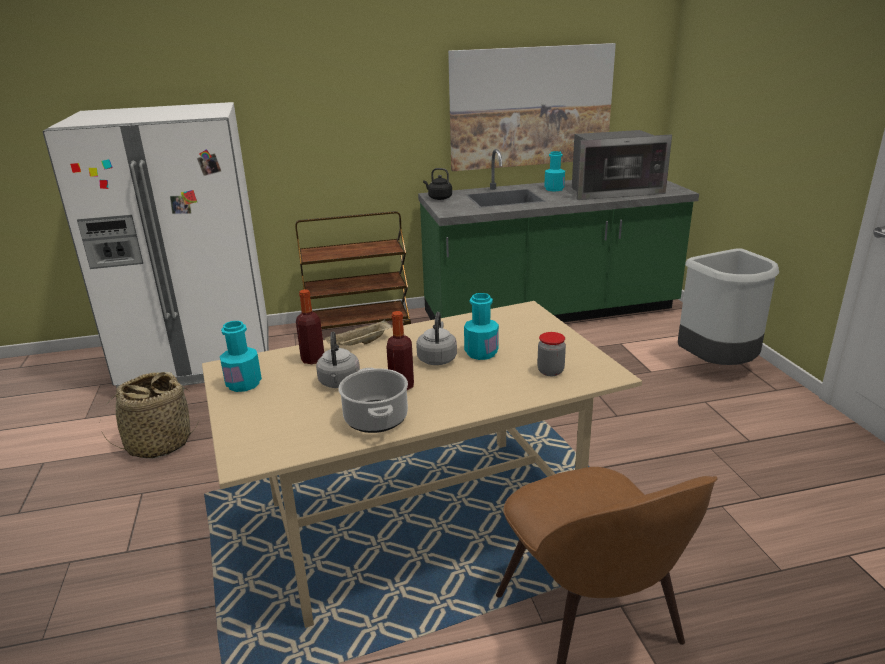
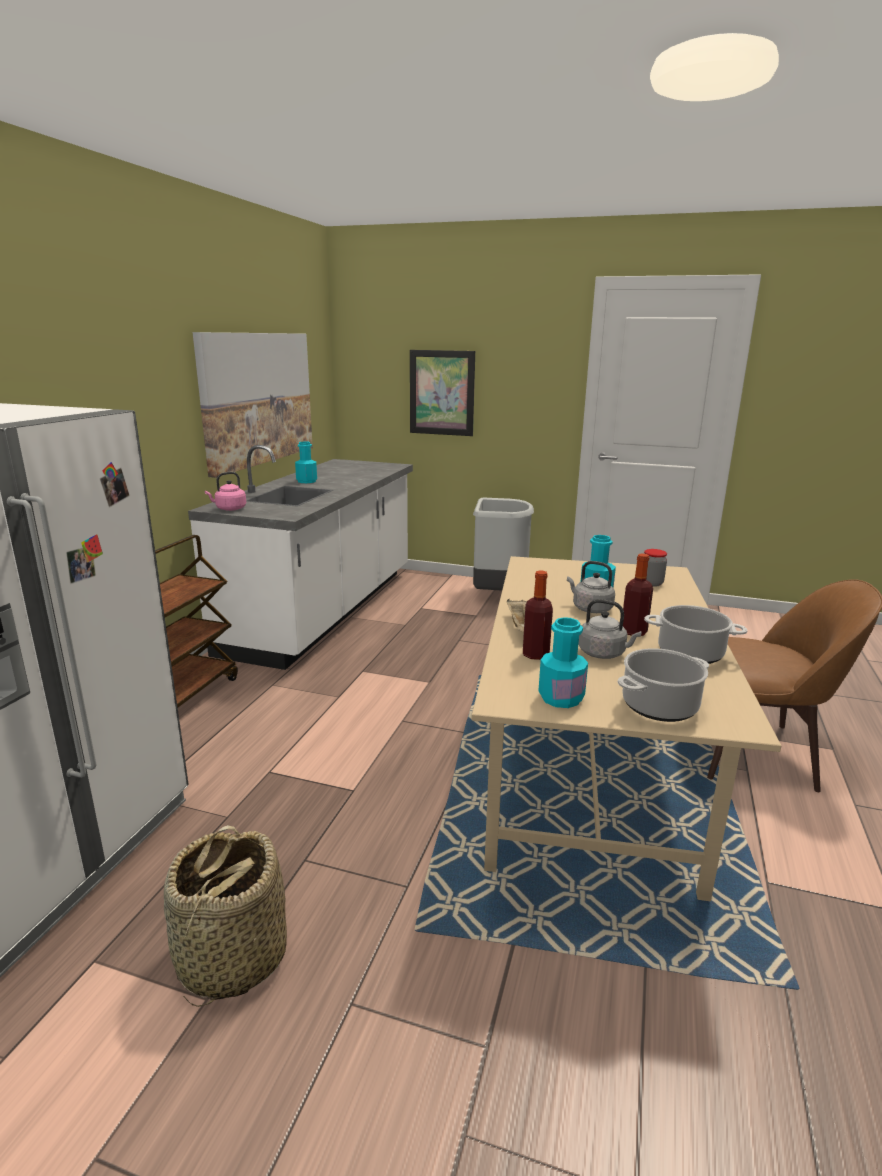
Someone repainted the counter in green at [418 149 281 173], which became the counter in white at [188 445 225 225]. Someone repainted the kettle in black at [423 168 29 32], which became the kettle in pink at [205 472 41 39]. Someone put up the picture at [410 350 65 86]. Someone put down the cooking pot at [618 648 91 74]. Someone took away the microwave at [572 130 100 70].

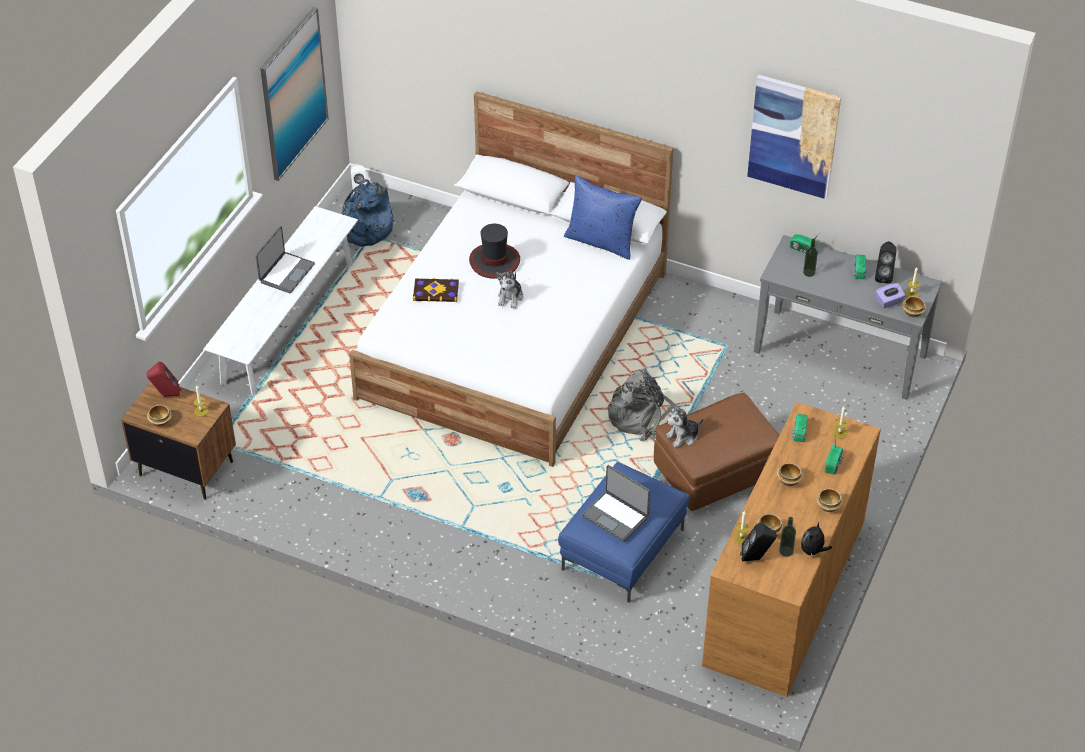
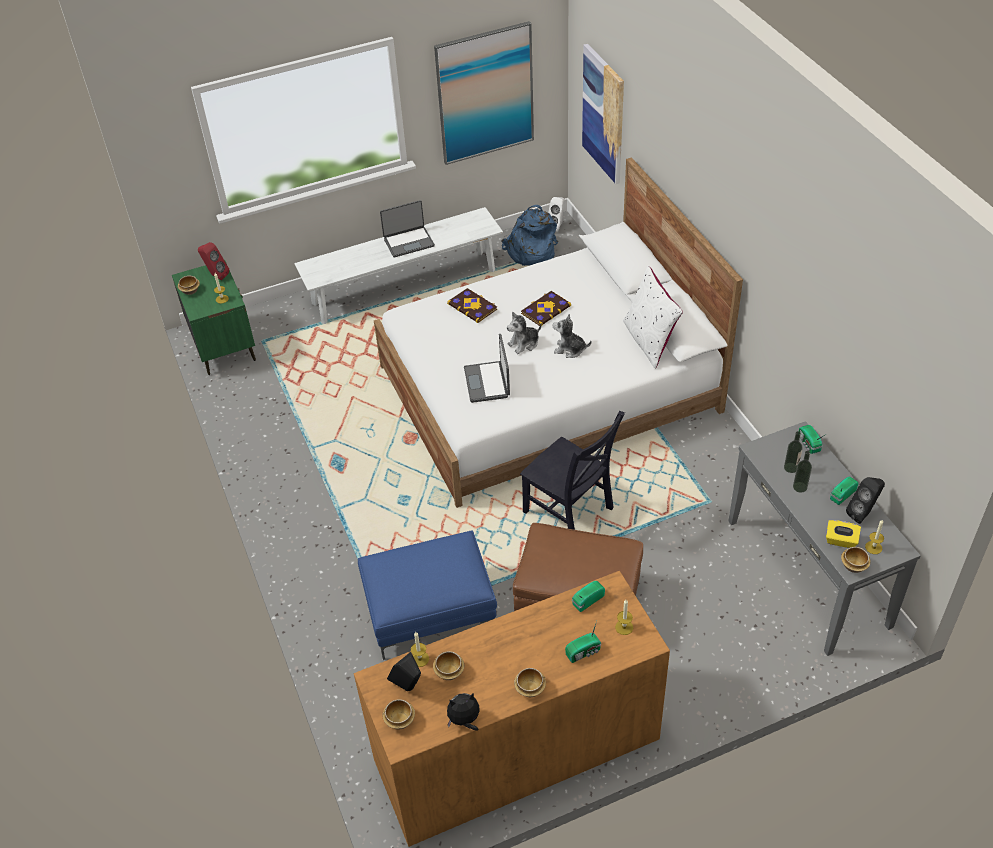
Someone repainted the nightstand in brown at [121 382 115 118], which became the nightstand in green at [172 260 84 115]. Someone carried the bowl from [777 463 26 23] to [382 699 33 31]. Someone carried the laptop from [582 465 68 77] to [464 334 46 69]. Someone swapped the backpack in grey at [608 370 71 71] for the chair in black at [520 411 105 119]. Someone swapped the hat at [469 224 51 55] for the book at [521 291 50 35]. Someone carried the plush toy from [666 404 38 44] to [553 314 38 44]. Someone carried the picture from [747 75 94 124] to [582 44 42 140]. Someone repainted the pillow in blue at [564 176 78 84], which became the pillow in white at [623 266 60 103]. Someone carried the bottle from [779 517 17 40] to [793 451 19 42]. Someone repainted the tissue box in purple at [875 283 31 25], which became the tissue box in yellow at [826 520 35 28].

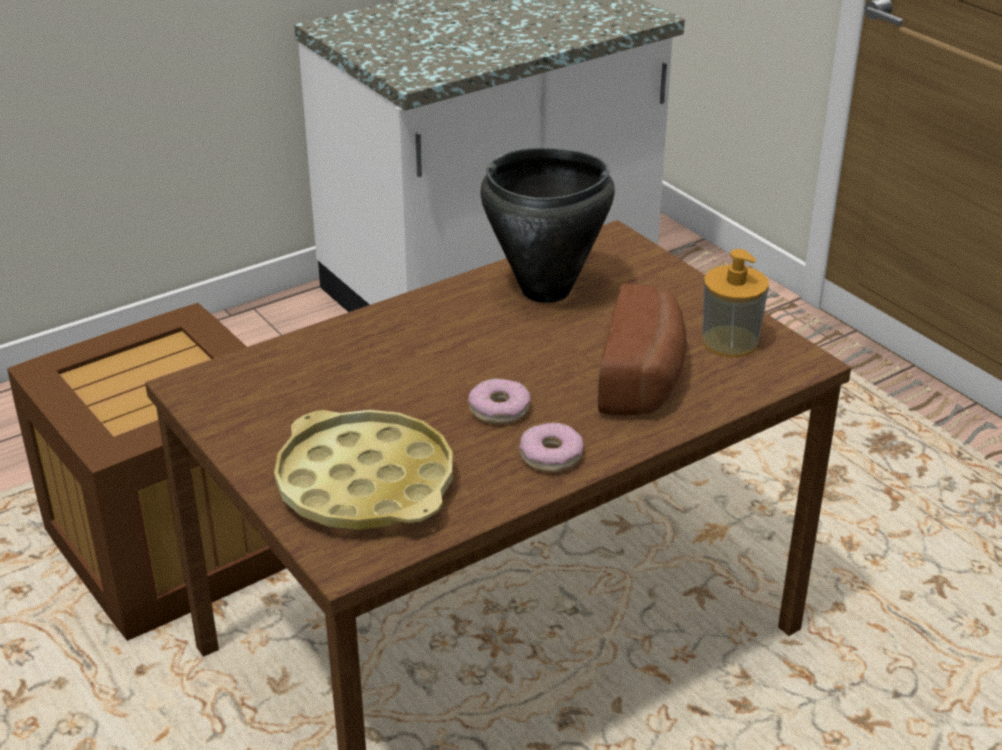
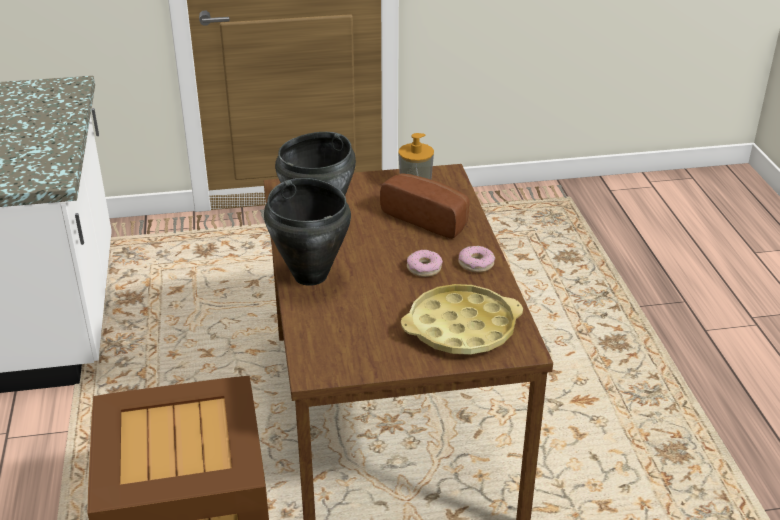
Someone put down the cooking pot in black at [264 178 87 108].

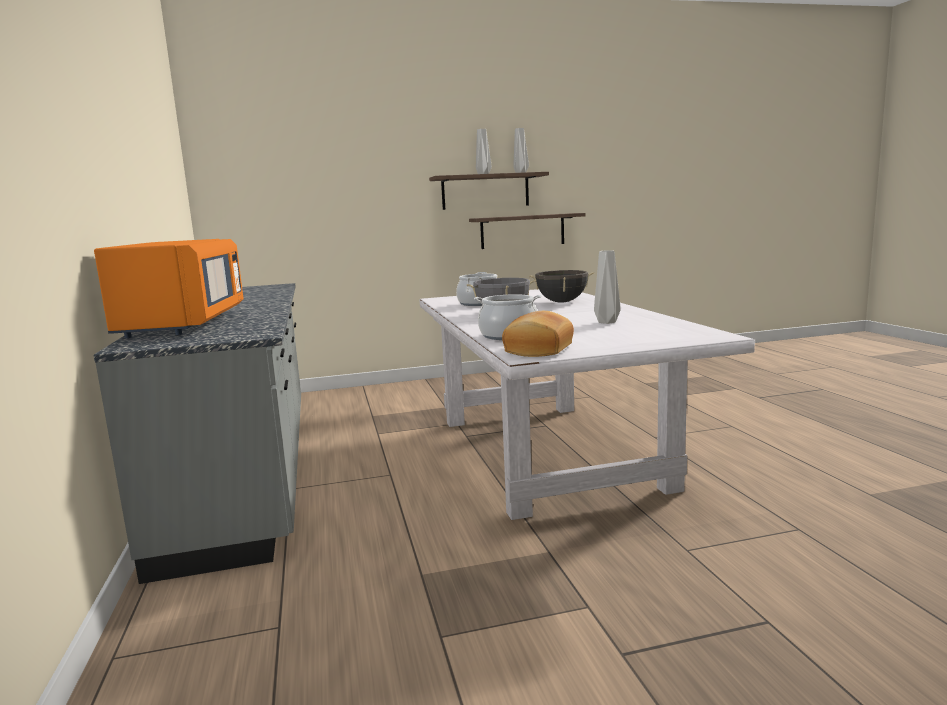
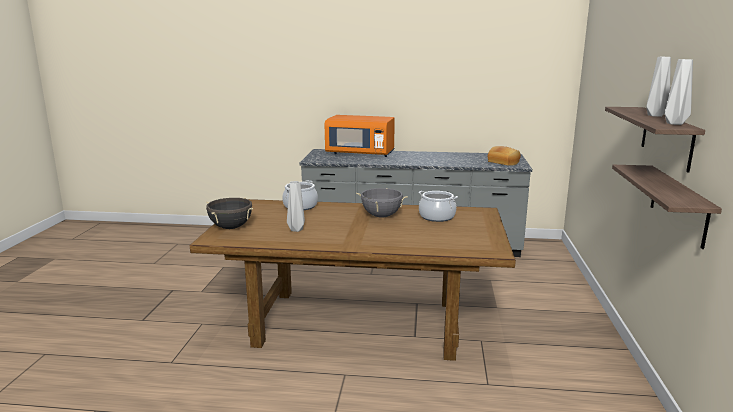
Someone repainted the dining table in white at [420 289 335 231], which became the dining table in brown at [190 199 326 162]. Someone carried the cooking pot in black from [529 270 65 33] to [206 198 47 31]. Someone carried the bread from [502 311 72 46] to [488 146 33 20].

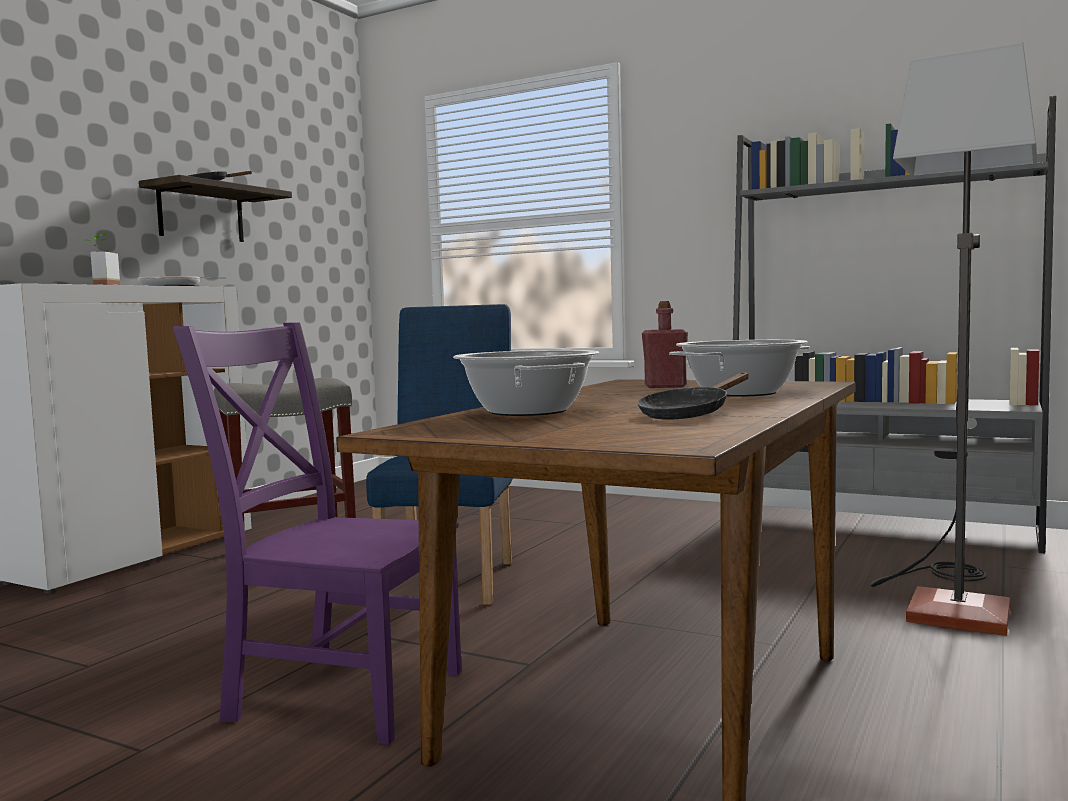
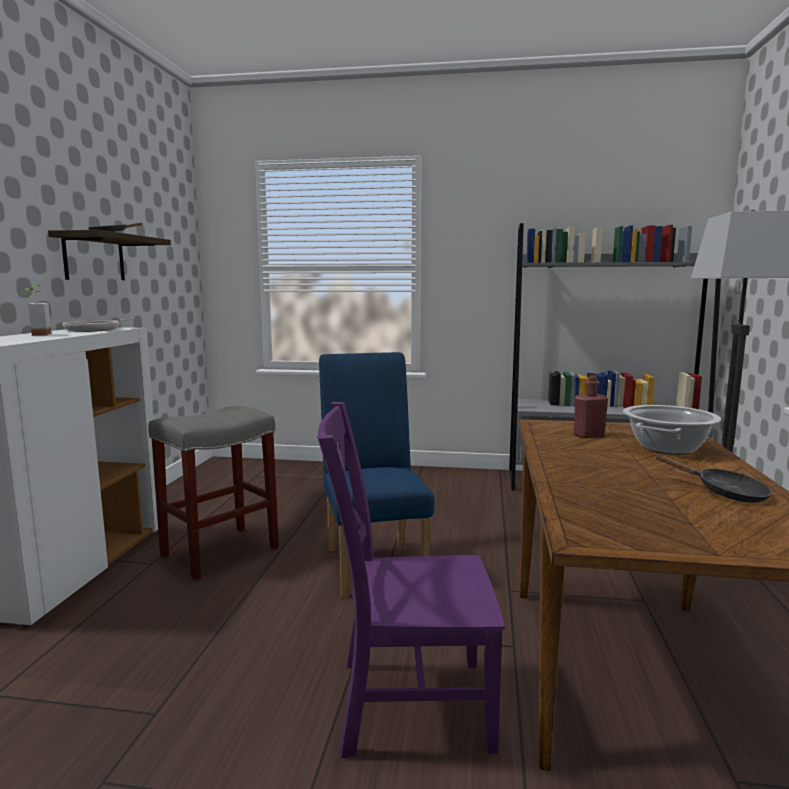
Someone rotated the frying pan in black at [637 373 112 47] by 75 degrees counterclockwise. Someone took away the cooking pot at [453 350 146 66].

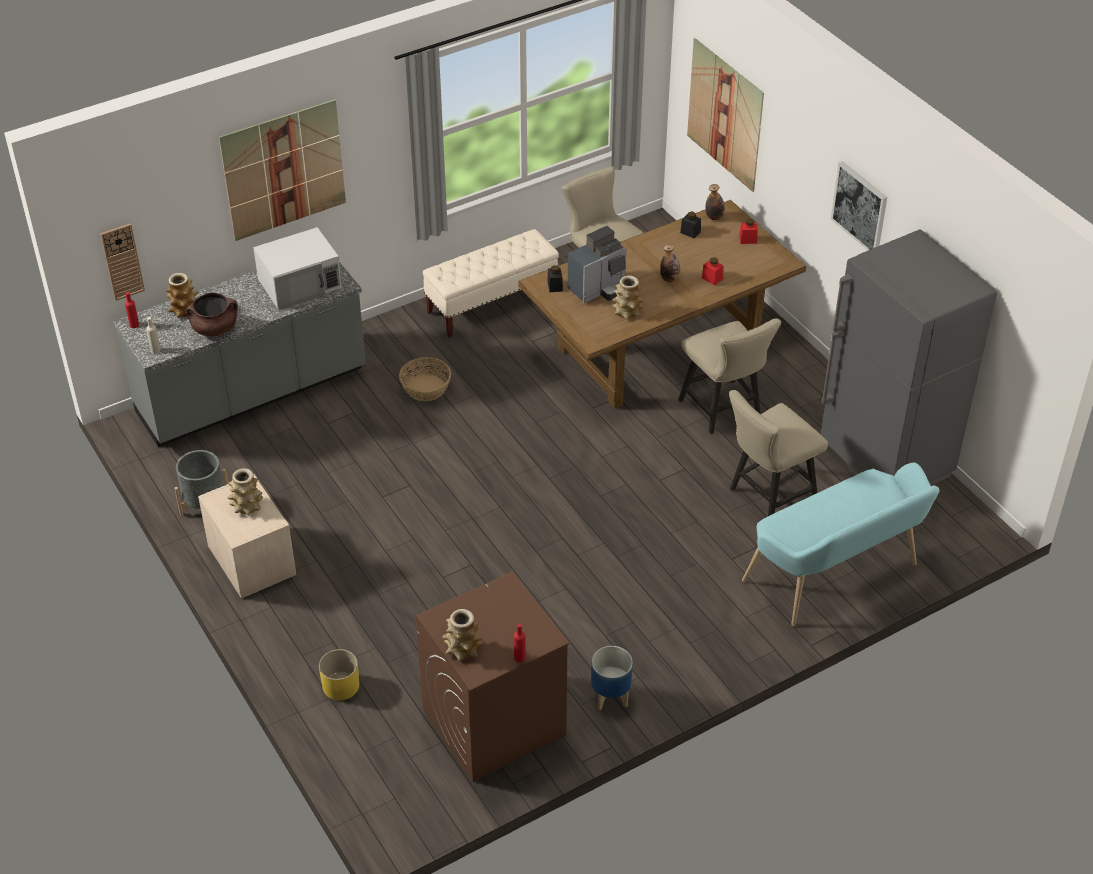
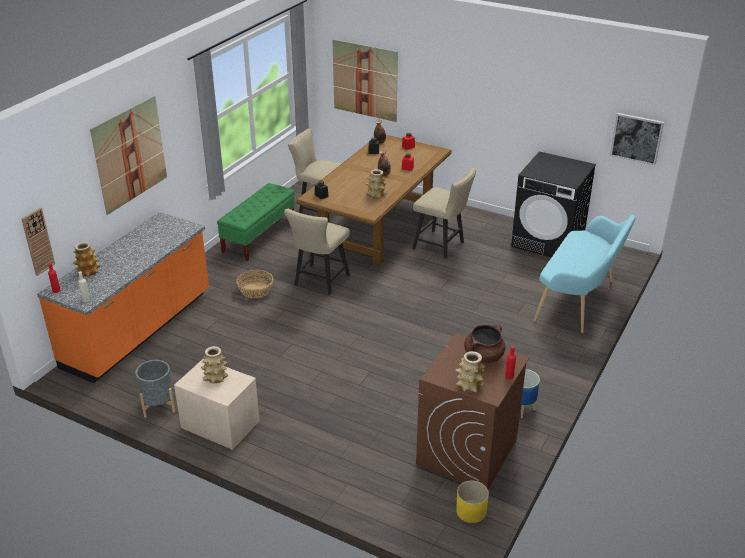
Someone repainted the counter in grey at [113 262 253 185], which became the counter in orange at [37 212 172 171]. Someone repainted the bench in beige at [423 229 136 109], which became the bench in green at [217 183 78 78]. Someone carried the chair in beige from [729 390 99 126] to [284 209 66 86]. Someone carried the planter in yellow from [319 649 40 51] to [456 481 33 42]. Someone carried the cooking pot in brown from [186 293 52 43] to [464 325 41 39]. Someone swapped the fridge in grey at [821 229 176 256] for the washing machine in black at [511 151 85 107]. Someone carried the picture from [831 161 56 89] to [610 113 54 53]. Someone took away the microwave in white at [253 227 89 83]. Someone took away the coffee machine at [568 226 59 77].

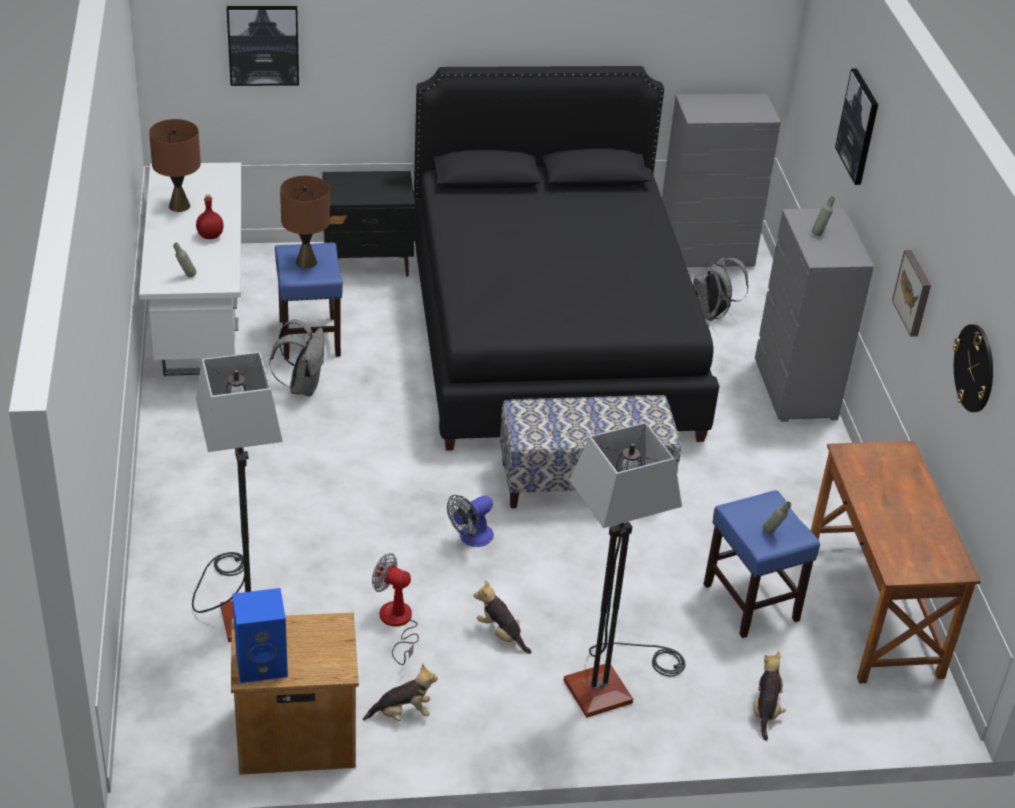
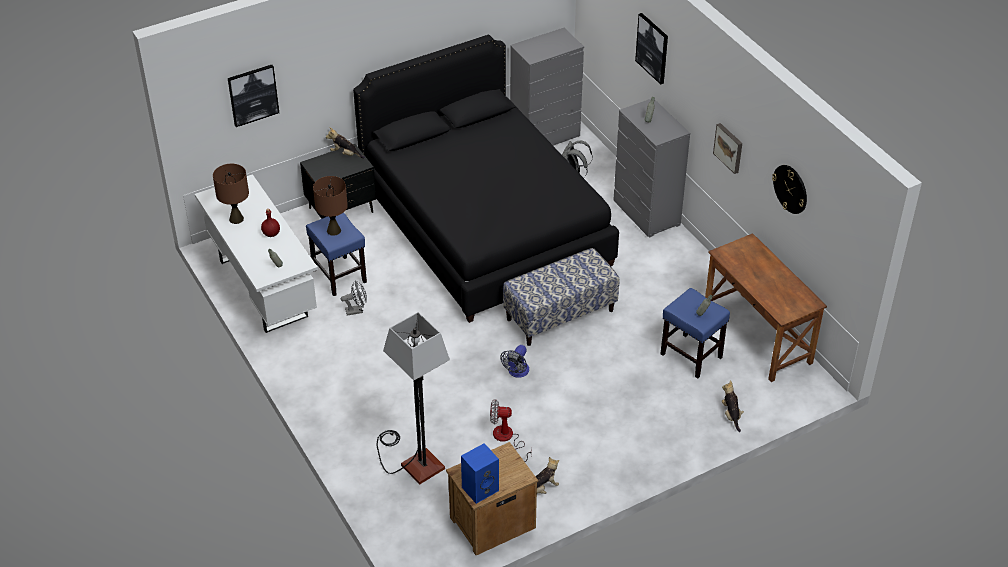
Someone carried the plush toy from [474 580 57 74] to [326 127 39 31]. Someone swapped the backpack in grey at [269 319 55 78] for the fan in grey at [341 281 26 34]. Someone took away the floor lamp at [564 422 121 296].

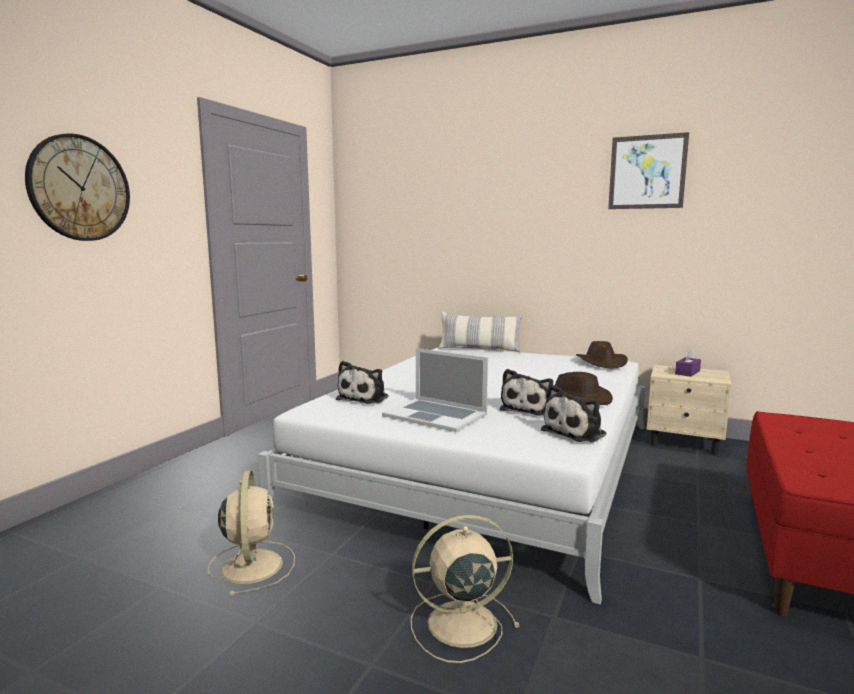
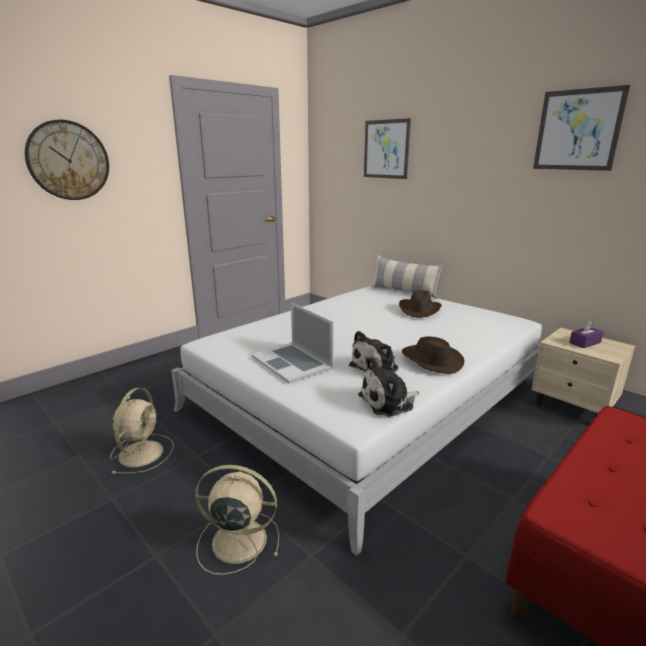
Someone put up the picture at [364 118 47 61]. Someone carried the hat in brown from [576 341 52 28] to [399 290 43 28]. Someone took away the plush toy at [336 361 53 43].

